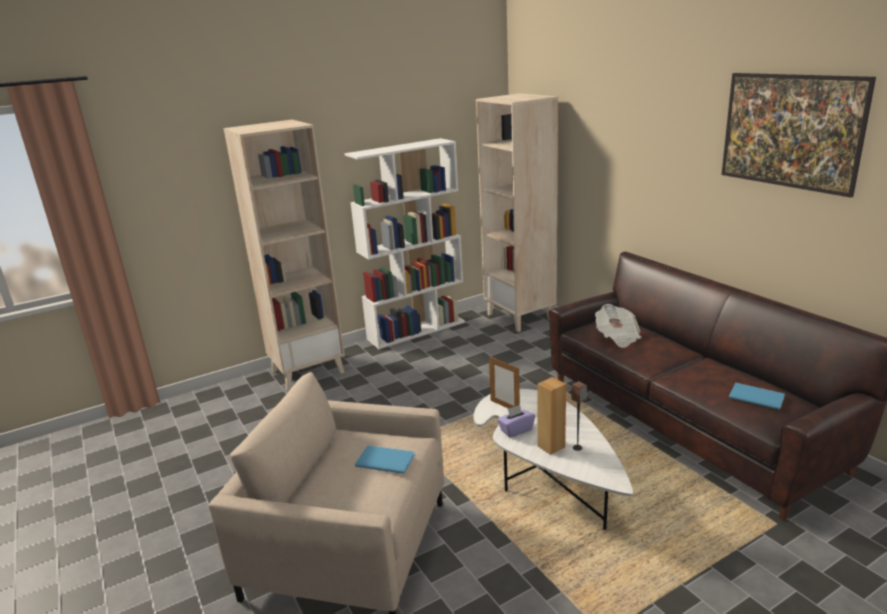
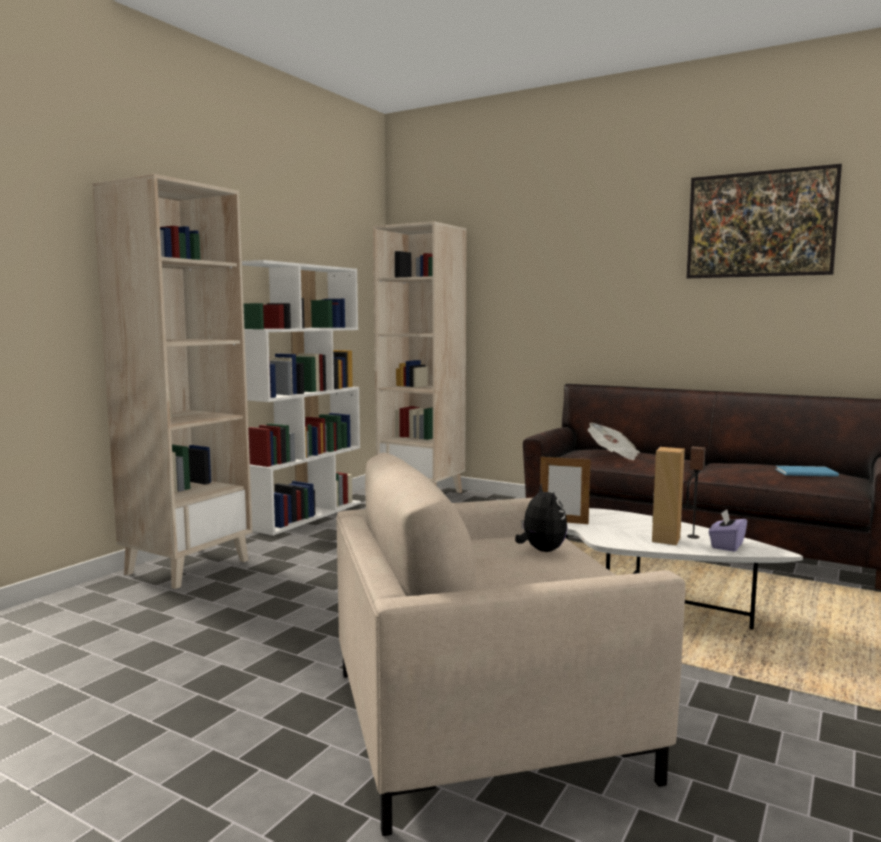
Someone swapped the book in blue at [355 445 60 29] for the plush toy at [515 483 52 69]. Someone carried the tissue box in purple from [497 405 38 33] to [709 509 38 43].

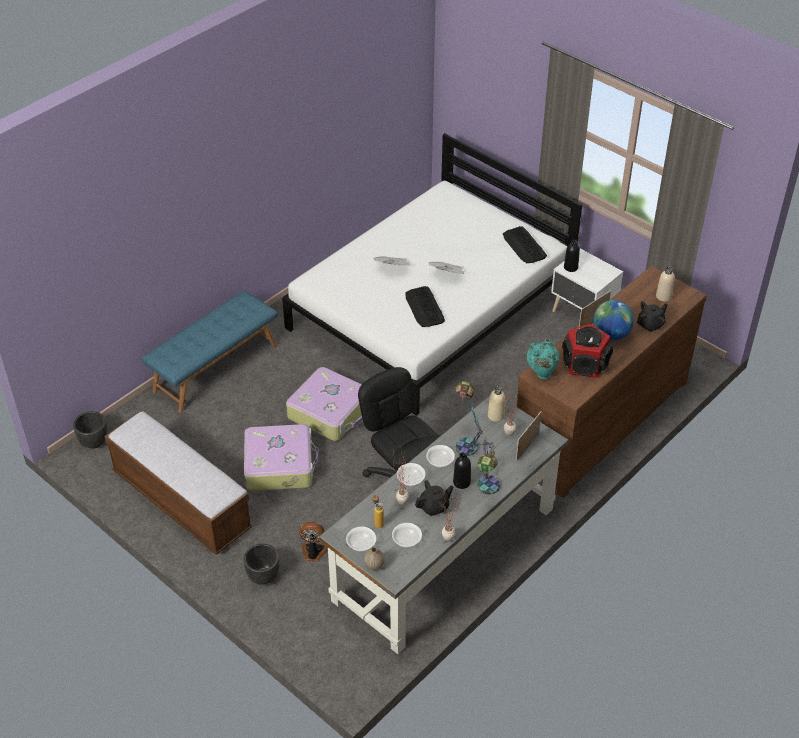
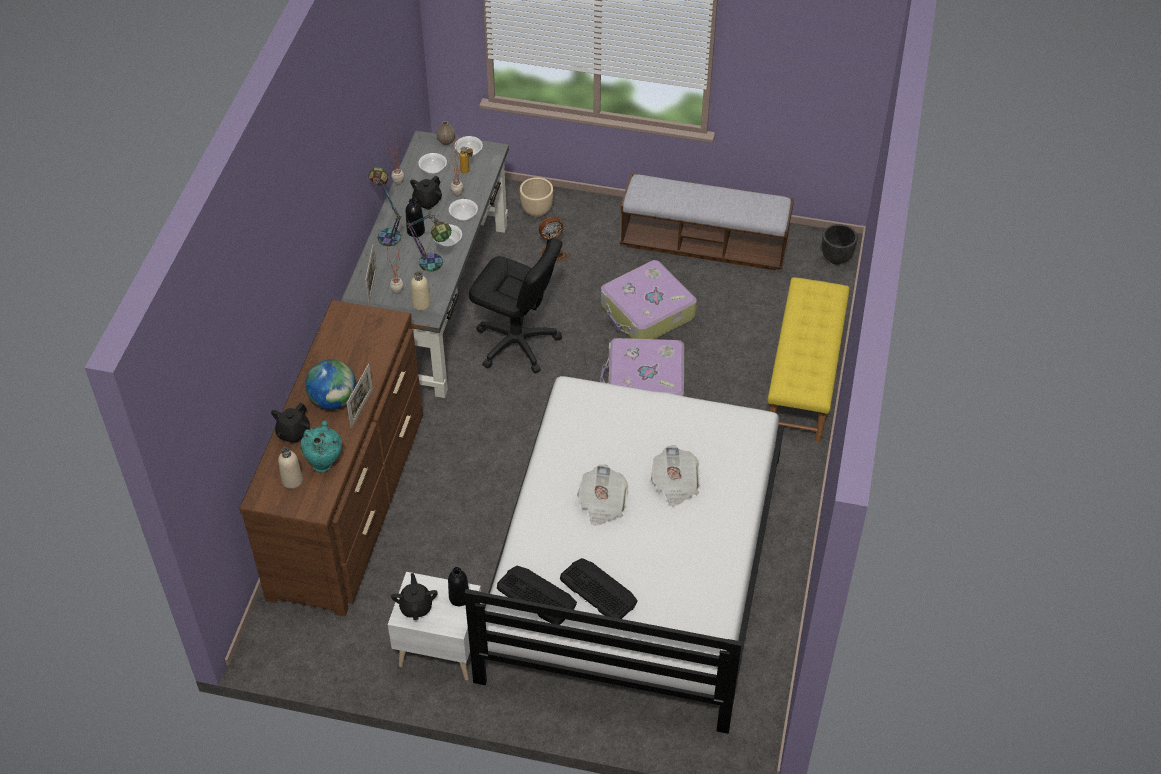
Someone carried the vase in turquoise from [527 339 33 40] to [301 420 41 52]. Someone put down the teapot in black at [391 573 47 47]. Someone put down the planter in beige at [520 177 33 40]. Someone carried the keyboard from [405 286 40 41] to [560 558 78 61]. Someone repainted the bench in blue at [142 291 136 122], which became the bench in yellow at [767 277 83 166]. Someone took away the planter in black at [244 544 36 41]. Someone took away the speaker at [562 323 51 55].

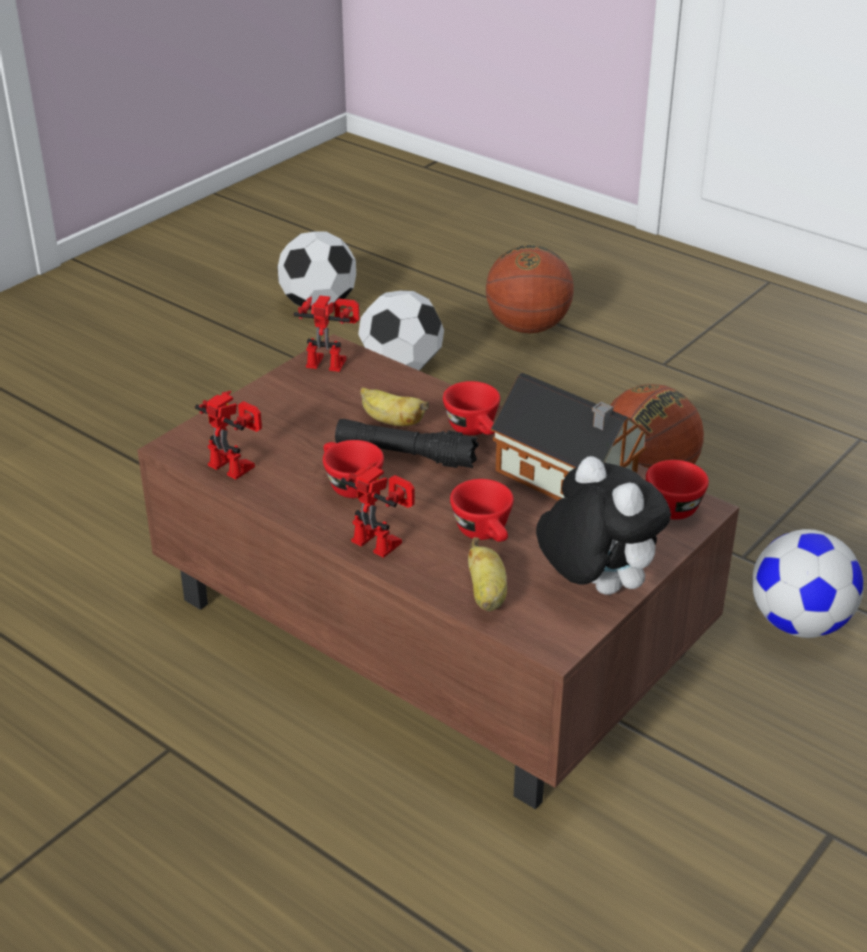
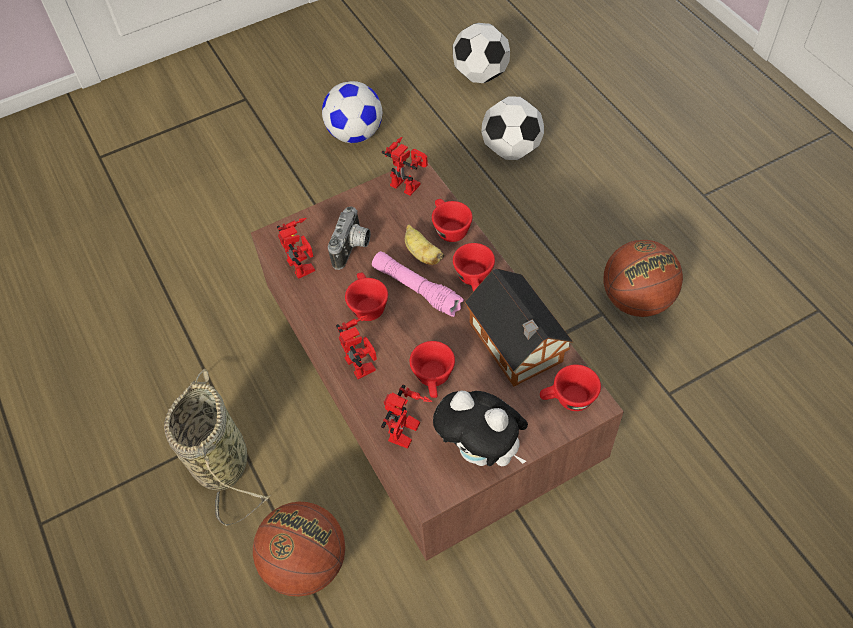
Someone put down the basket at [164 369 107 157]. Someone carried the basketball from [486 245 88 88] to [253 502 92 94]. Someone carried the football from [752 529 111 109] to [322 81 60 62]. Someone put down the photo camera at [328 206 43 64]. Someone repainted the flashlight in black at [335 419 144 49], which became the flashlight in pink at [372 251 92 66]. Someone swapped the banana at [468 537 39 74] for the toy robot at [381 385 51 64]. Someone put down the cup in red at [432 199 41 43]. Someone rotated the plush toy at [536 456 135 139] by 135 degrees clockwise.

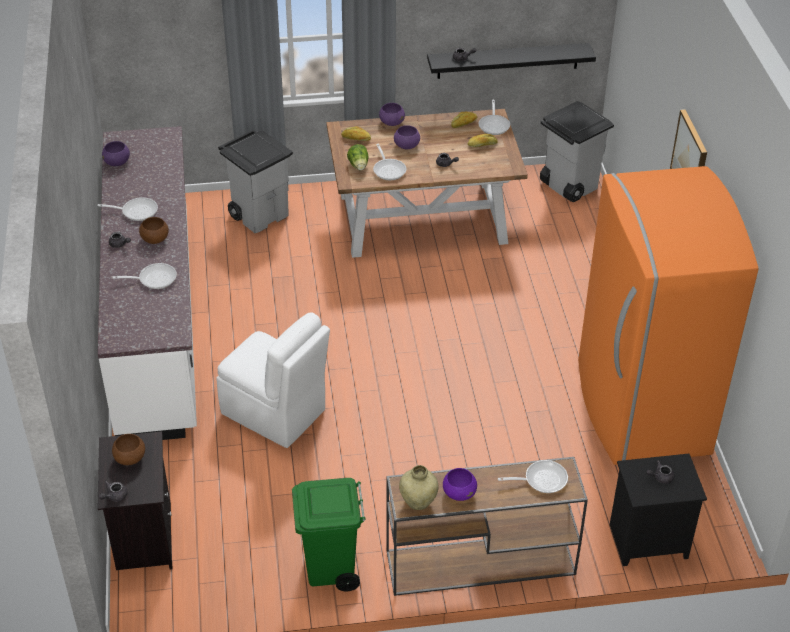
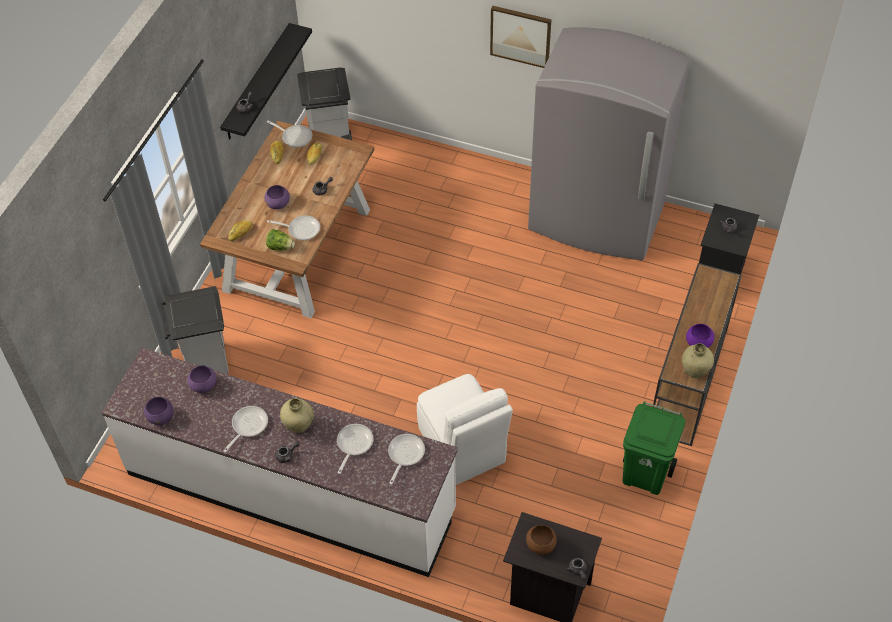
Someone carried the bowl in purple from [379 103 26 23] to [187 366 30 27]. Someone swapped the bowl in brown at [139 217 30 27] for the vase in beige at [280 398 34 35]. Someone carried the frying pan from [498 460 70 33] to [388 434 37 51]. Someone rotated the chair in white at [216 312 114 136] by 90 degrees clockwise. Someone repainted the fridge in orange at [578 166 181 299], which became the fridge in grey at [528 27 162 233].

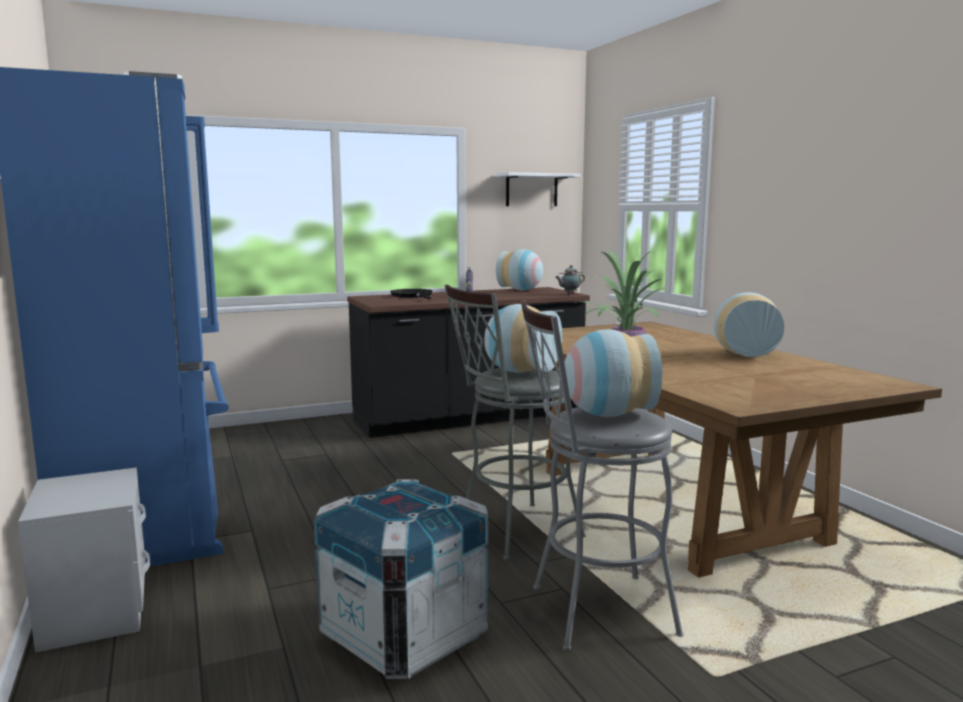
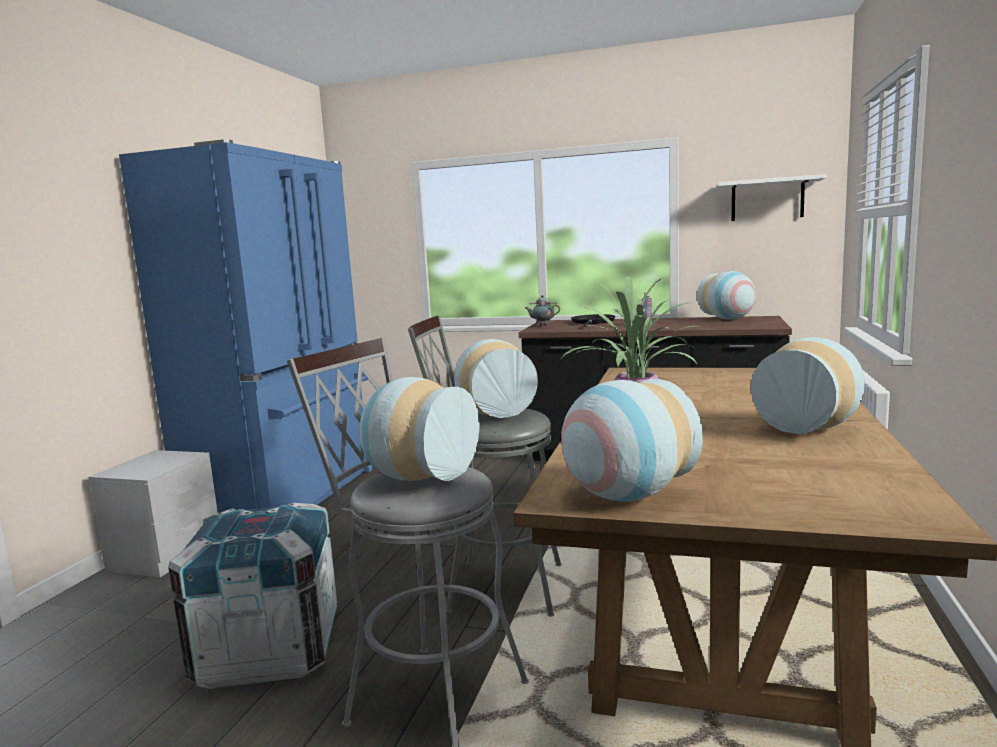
Someone carried the teapot from [555 265 30 29] to [525 295 35 31]. Someone put down the vase at [561 379 142 123].

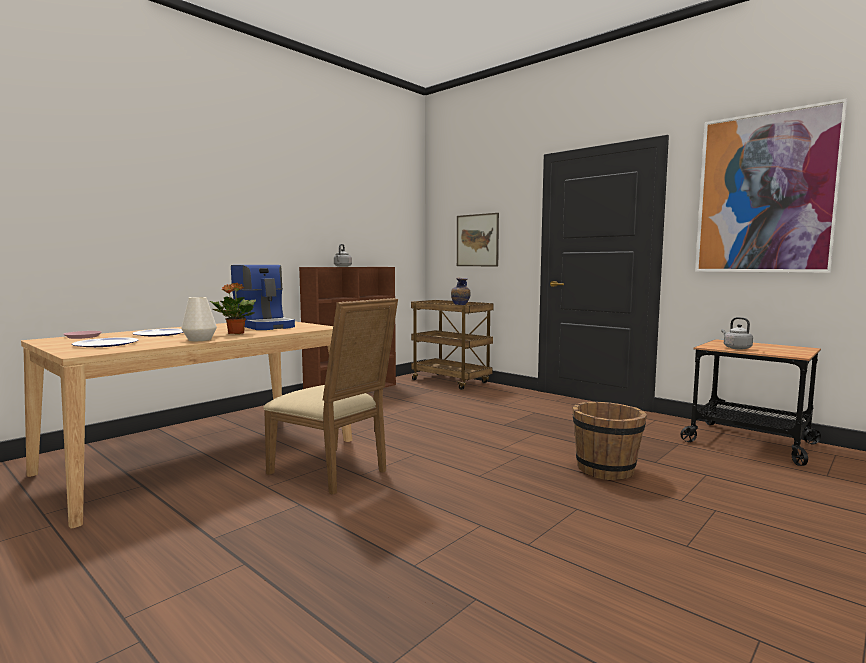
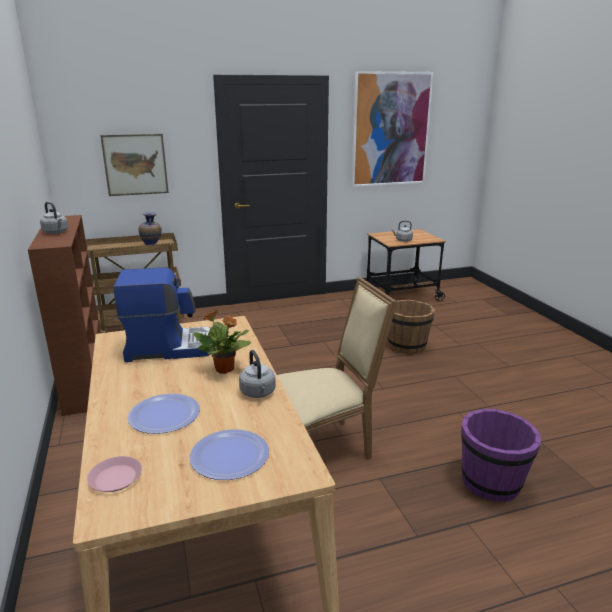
Someone swapped the vase in white at [181 297 36 44] for the kettle in grey at [239 350 37 48]. Someone put down the bucket in purple at [461 409 80 93].

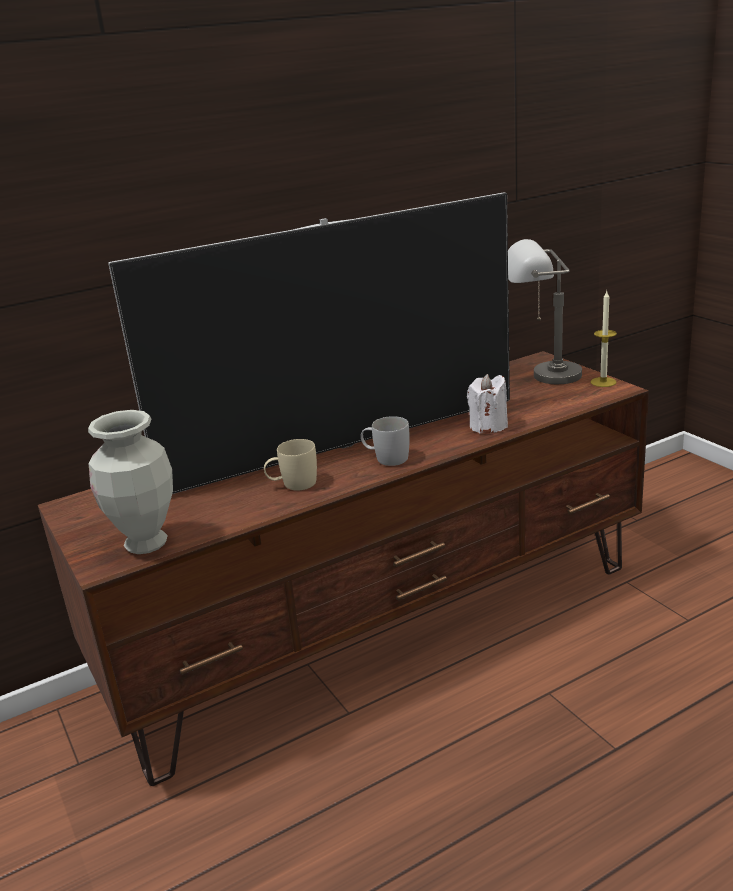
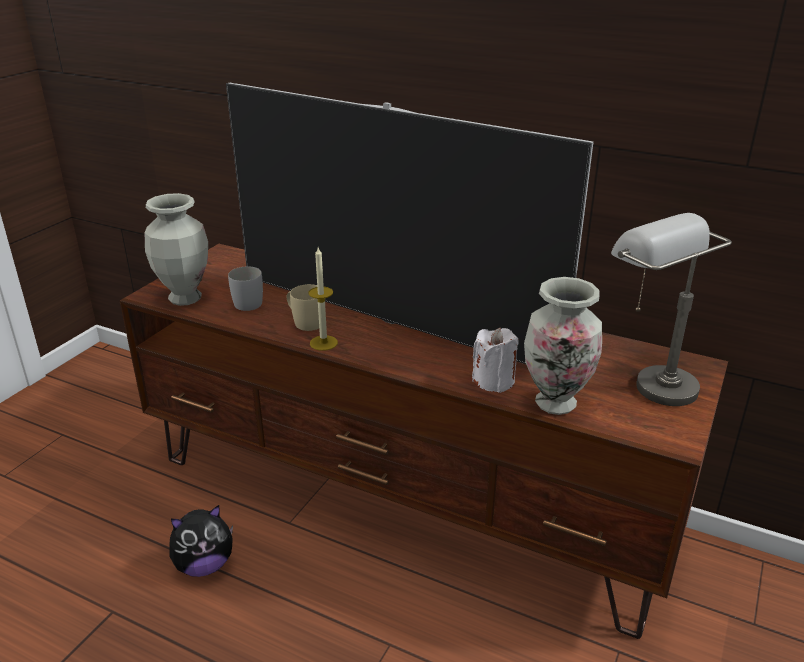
Someone put down the plush toy at [169 505 64 72]. Someone carried the mug in white from [361 416 49 50] to [228 266 35 45]. Someone carried the candle from [590 291 27 96] to [308 247 30 104]. Someone put down the vase at [524 277 78 138].

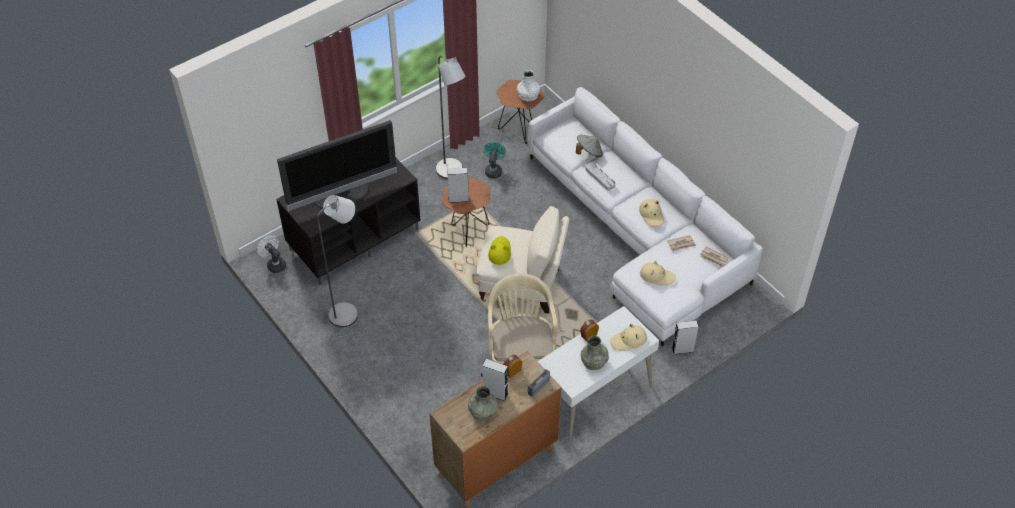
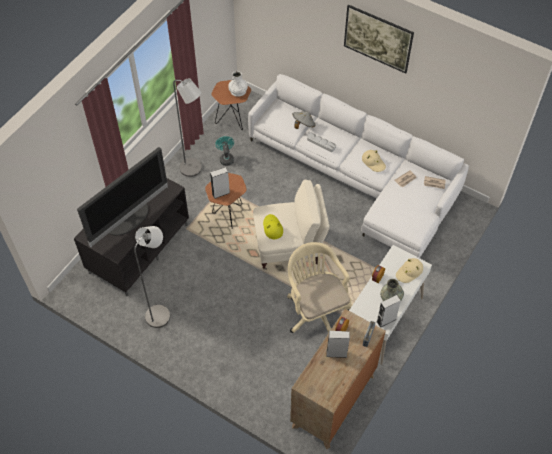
Someone put up the picture at [344 4 70 70]. Someone carried the speaker in grey from [672 320 26 34] to [377 295 24 33]. Someone took away the fan in white at [257 236 29 37]. Someone took away the vase in grey at [468 386 30 35]. Someone took away the hat in beige at [640 260 36 26].

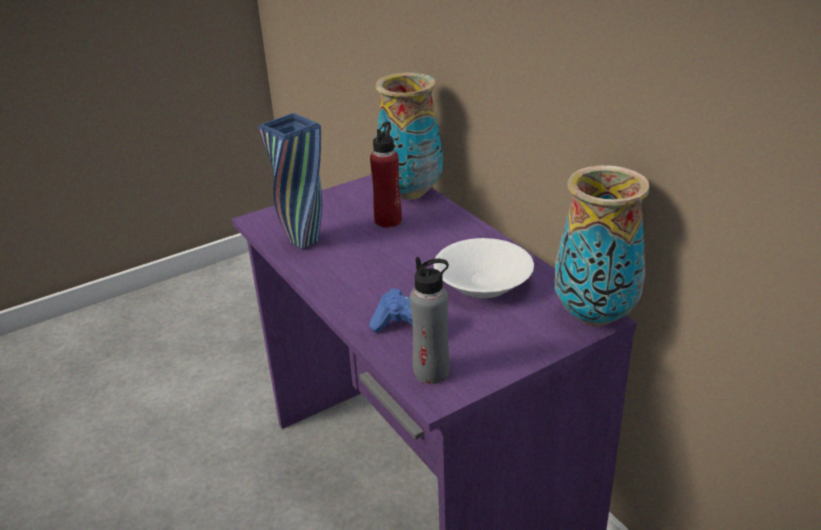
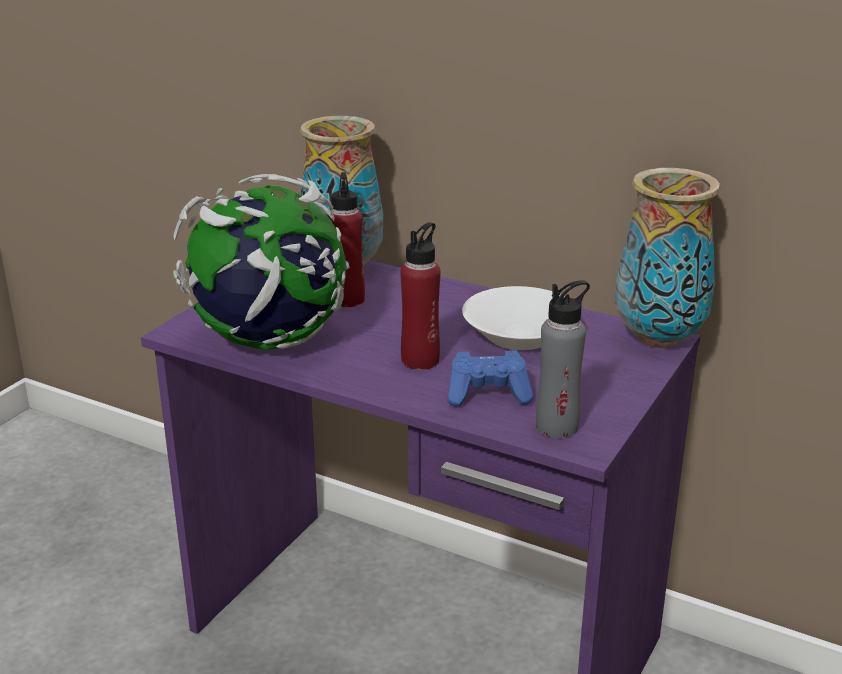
Someone swapped the vase in blue at [258 113 64 137] for the globe at [173 174 177 175]. Someone put down the bottle in red at [400 222 41 148].

